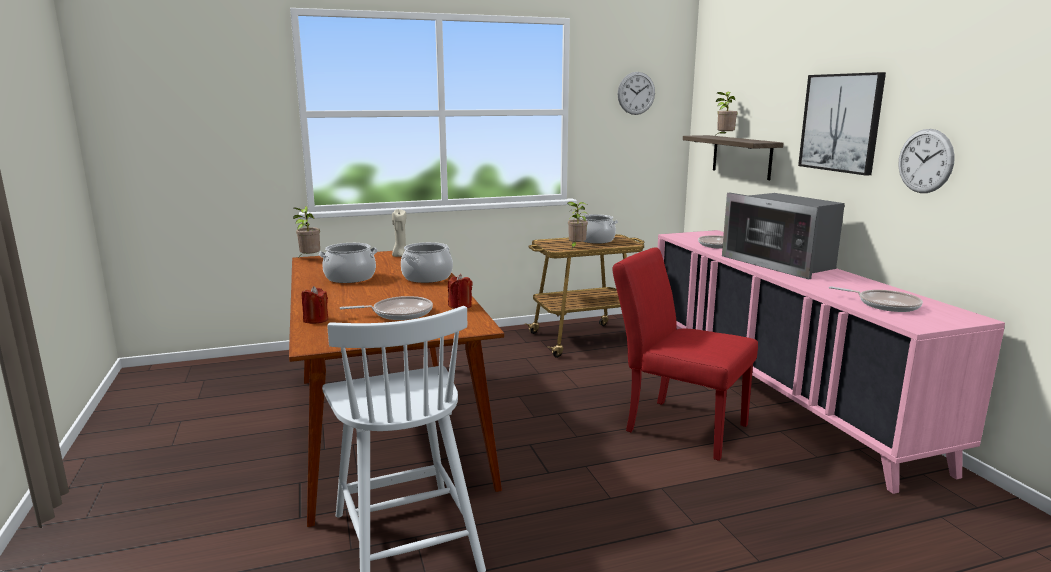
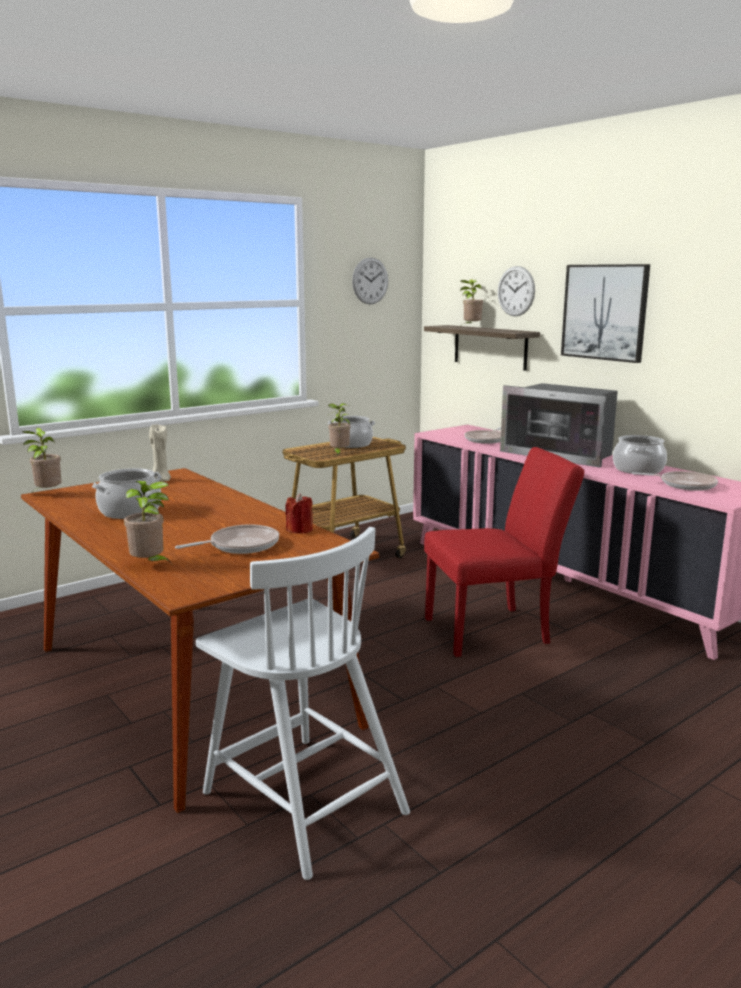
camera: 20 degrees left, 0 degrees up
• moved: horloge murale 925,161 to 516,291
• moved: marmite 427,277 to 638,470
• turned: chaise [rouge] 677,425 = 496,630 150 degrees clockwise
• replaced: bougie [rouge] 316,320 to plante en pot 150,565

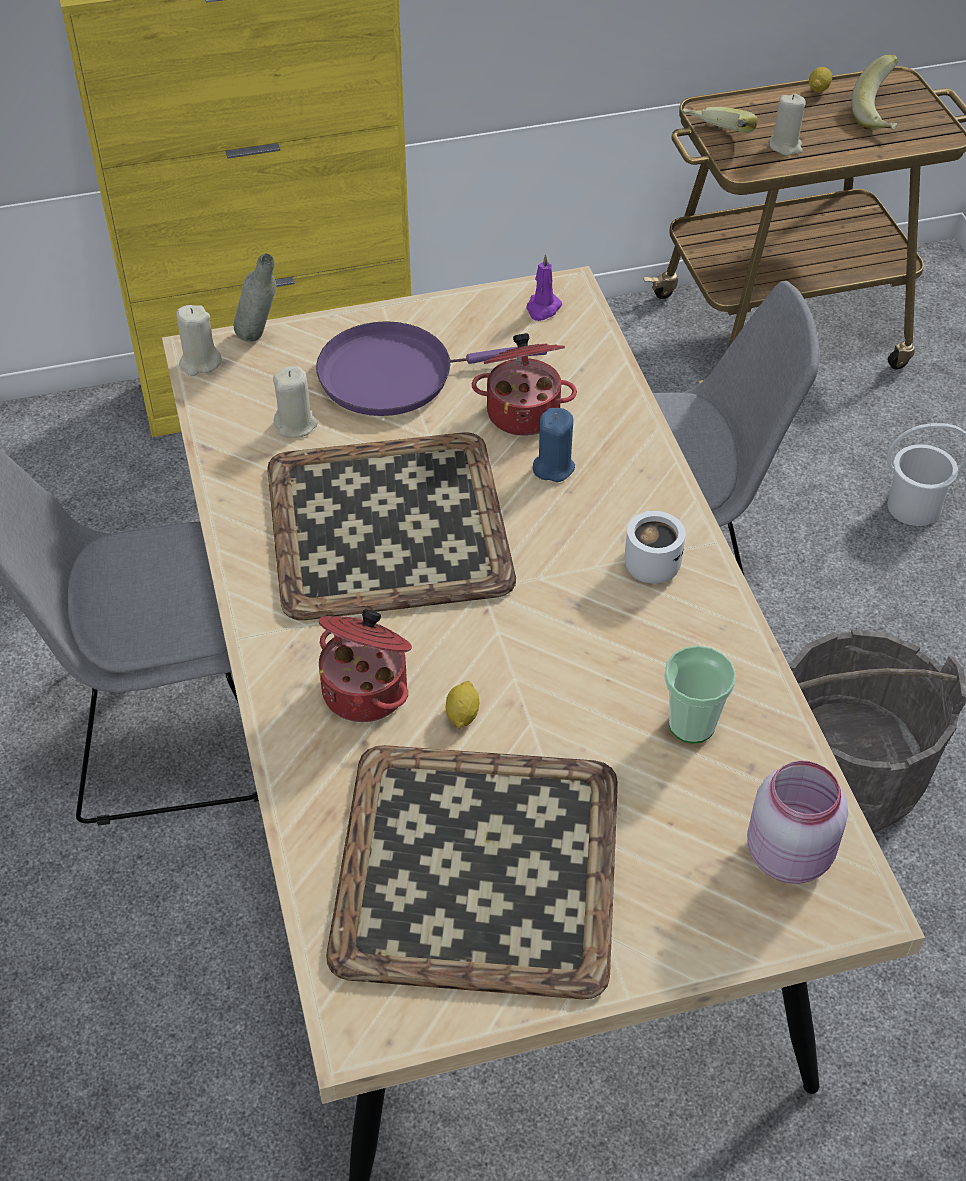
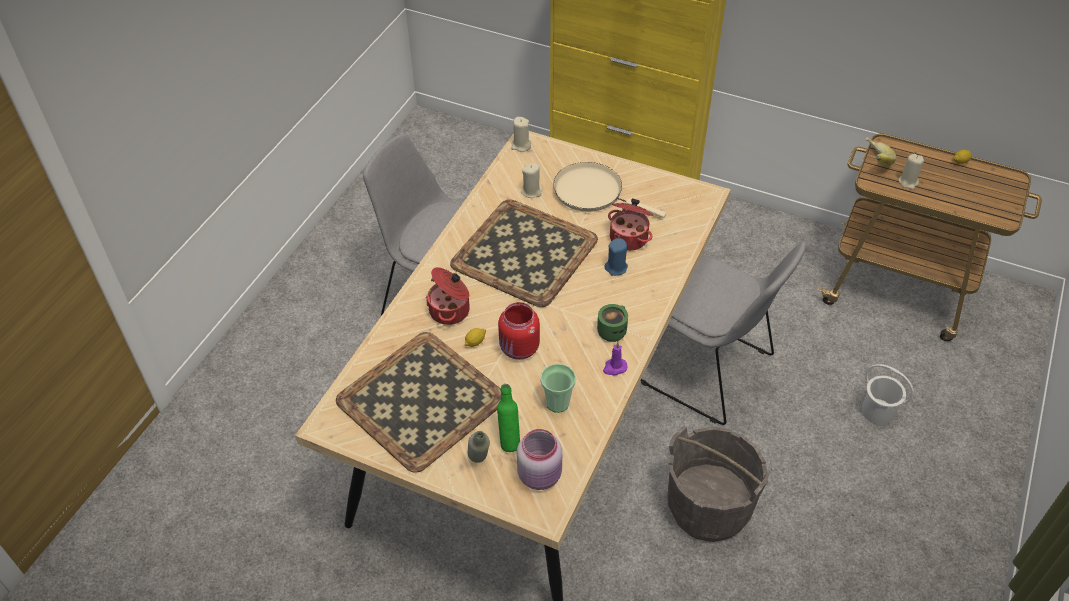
camera: 40 degrees right, 0 degrees up
• removed: banane 880,115
• moved: bouteille [gris] 260,340 to 480,464
• moved: bougie [violet] 542,309 to 614,368
• recoloured: poêle [violet] 395,375 to poêle [beige] 592,192
• recoloured: mug [blanc] 648,563 to mug [vert] 612,330
• added: bocal [rouge] 519,349
• added: bouteille [vert] 509,440

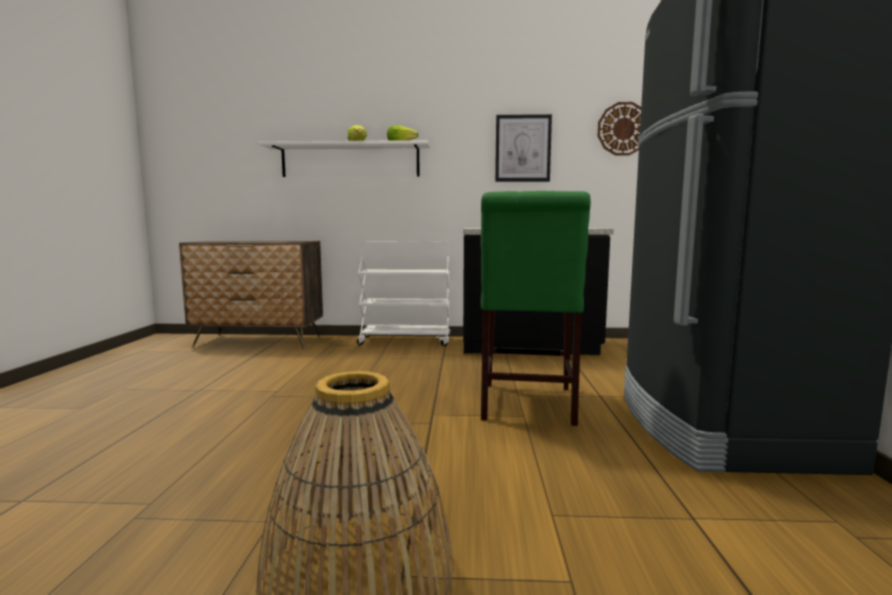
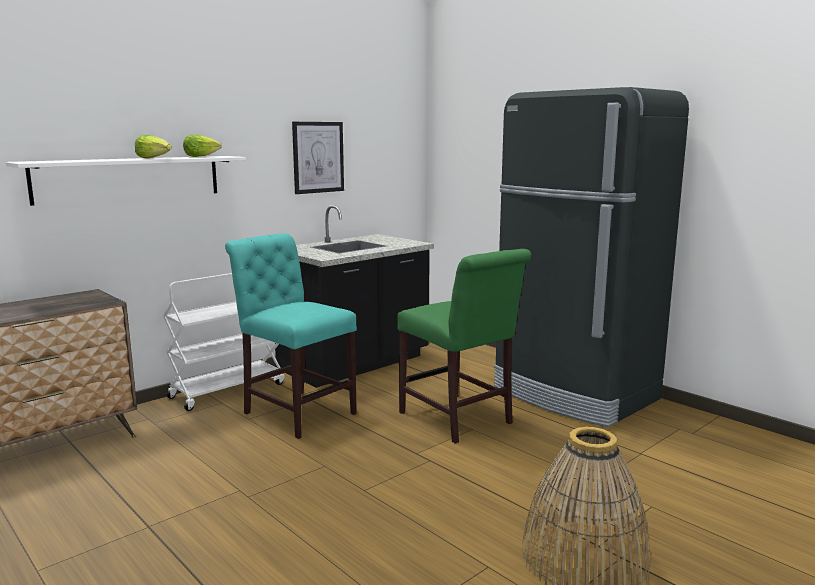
camera: 45 degrees left, 5 degrees up
• removed: horloge murale 623,129
• added: chaise [turquoise] 296,411

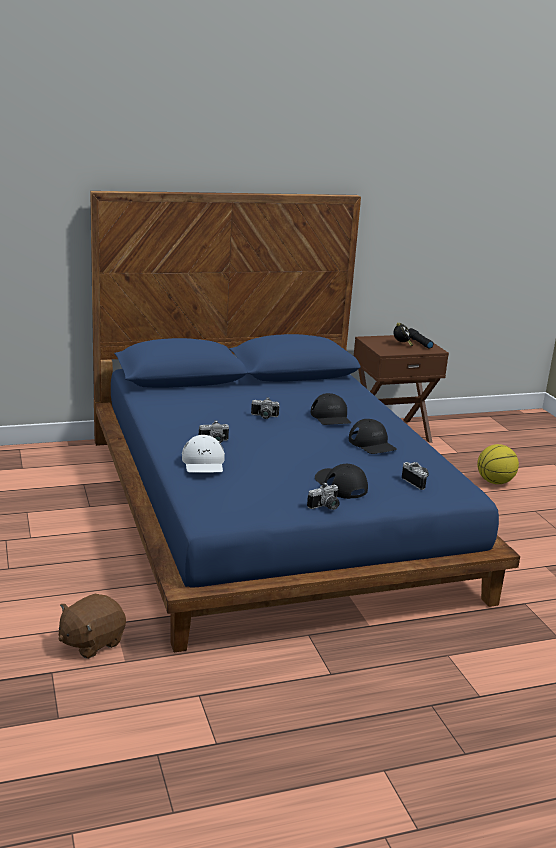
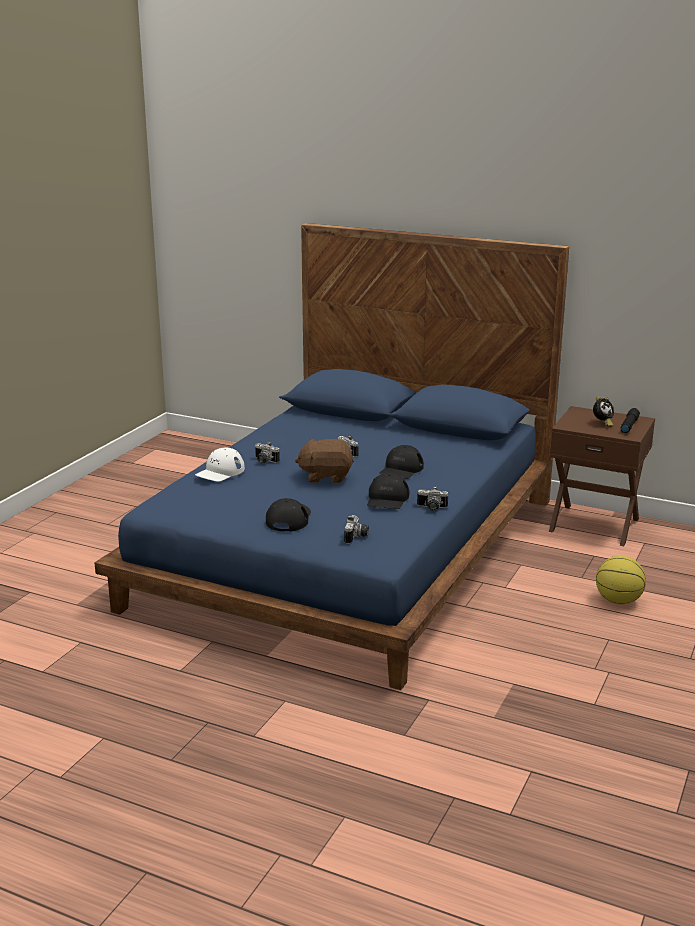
camera: 45 degrees right, 0 degrees up
• moved: appareil photo 326,507 to 431,508
• moved: peluche [marron] 91,642 to 326,476

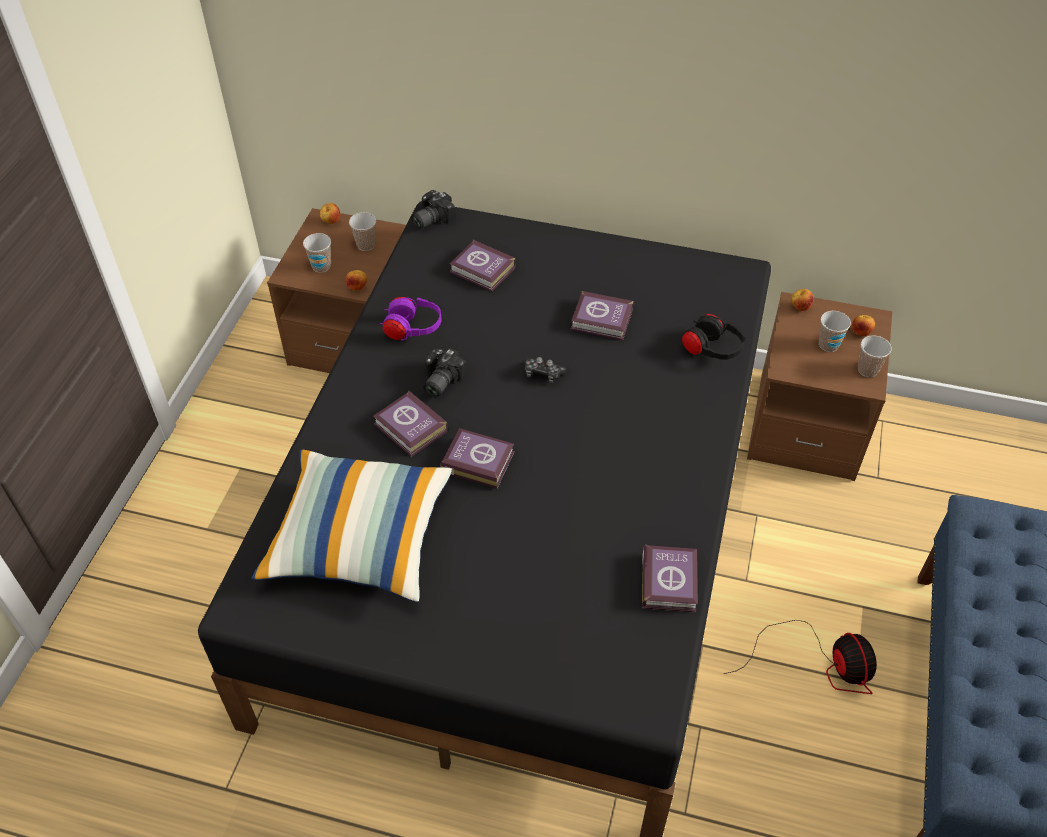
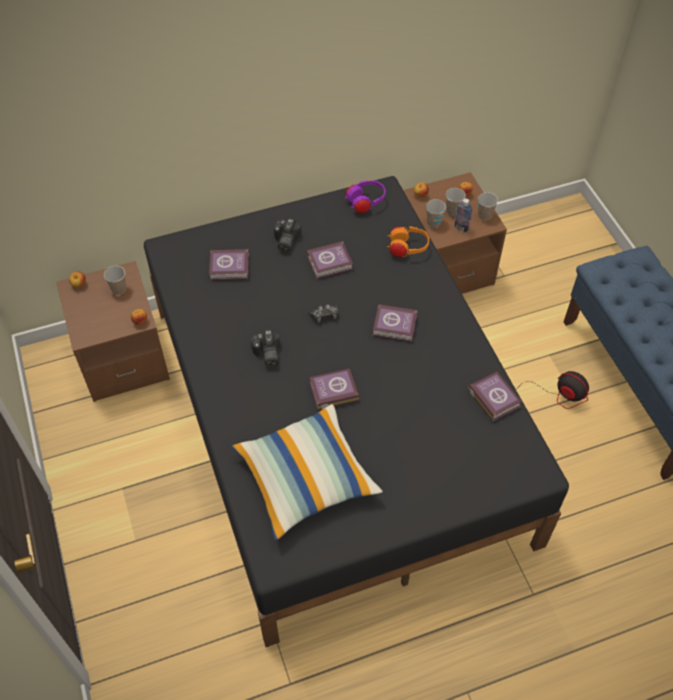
camera: 35 degrees left, 5 degrees up
• moved: appareil photo 430,219 to 284,241
• moved: tasse 321,266 to 434,222
• moved: casque audio [violet] 412,330 to 365,203
• recoloured: casque audio [noir] 711,350 to casque audio [orange] 407,249
• moved: livre 411,429 to 395,326
• added: bouteille 461,228

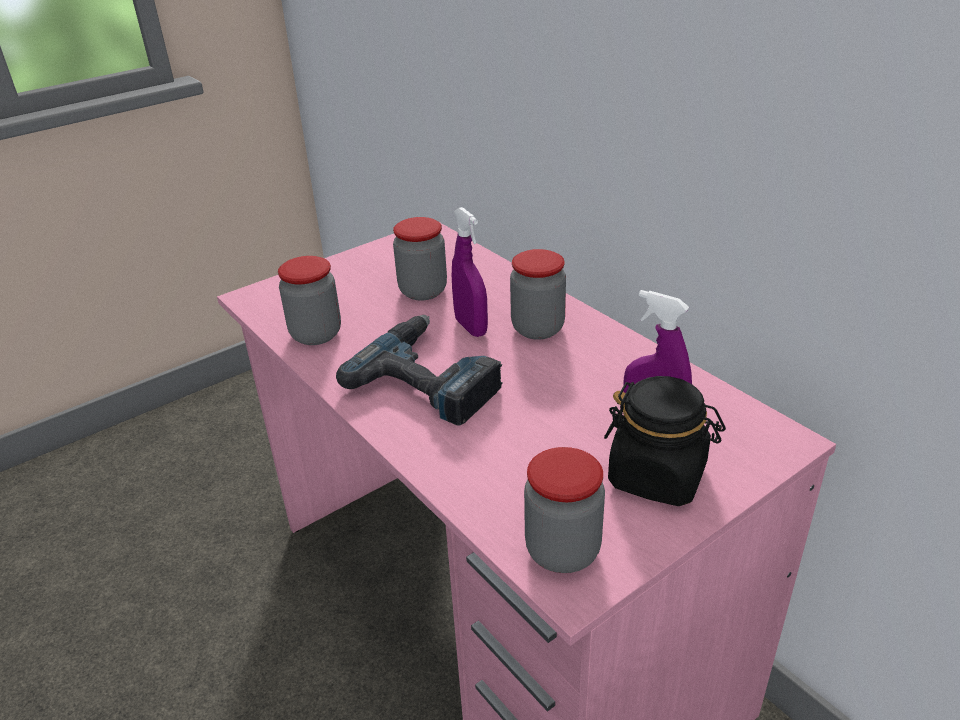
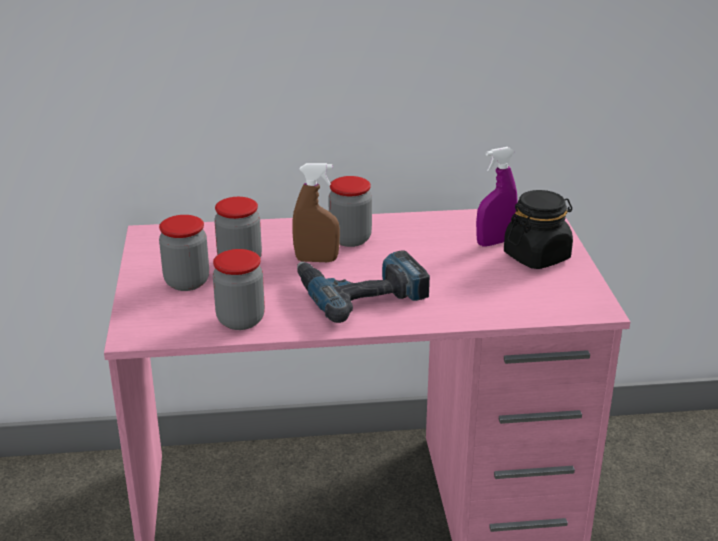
camera: 60 degrees left, 5 degrees down
• recoloured: vaporisateur [violet] 471,327 to vaporisateur [marron] 316,260
• moved: bocal 562,551 to 187,282

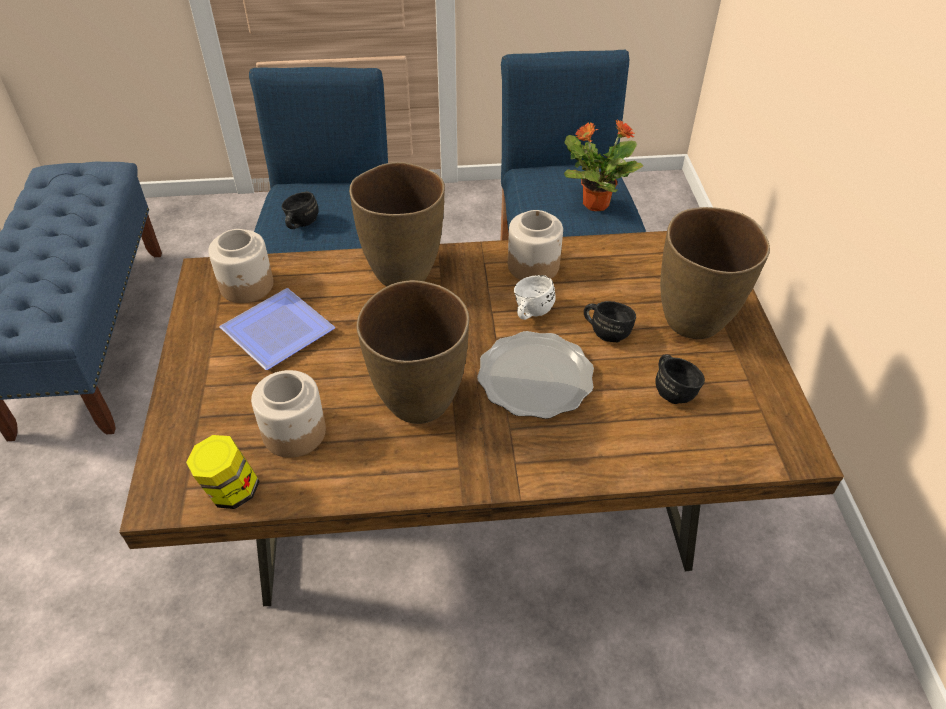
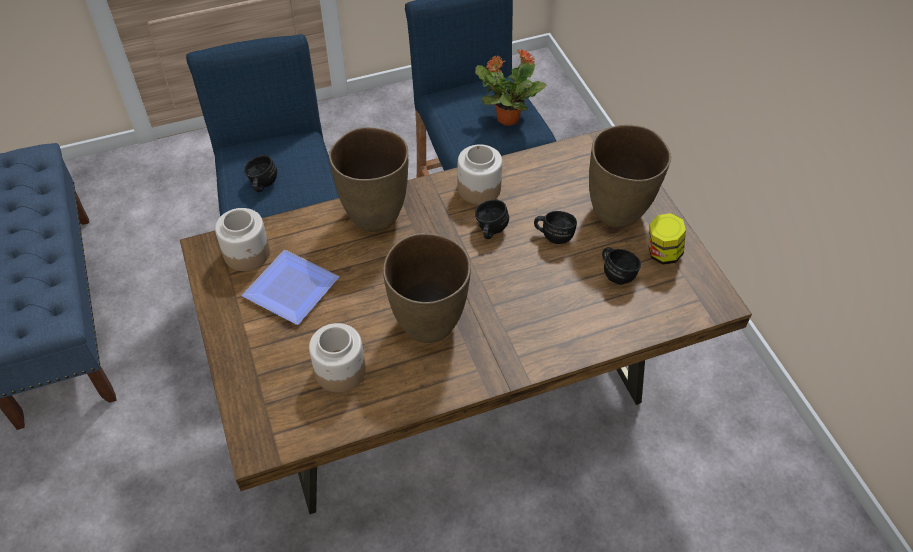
camera: 15 degrees left, 5 degrees up
• recoloured: mug [blanc] 529,312 to mug [noir] 489,230
• removed: assiette 536,378
• moved: bocal 231,491 to 662,254

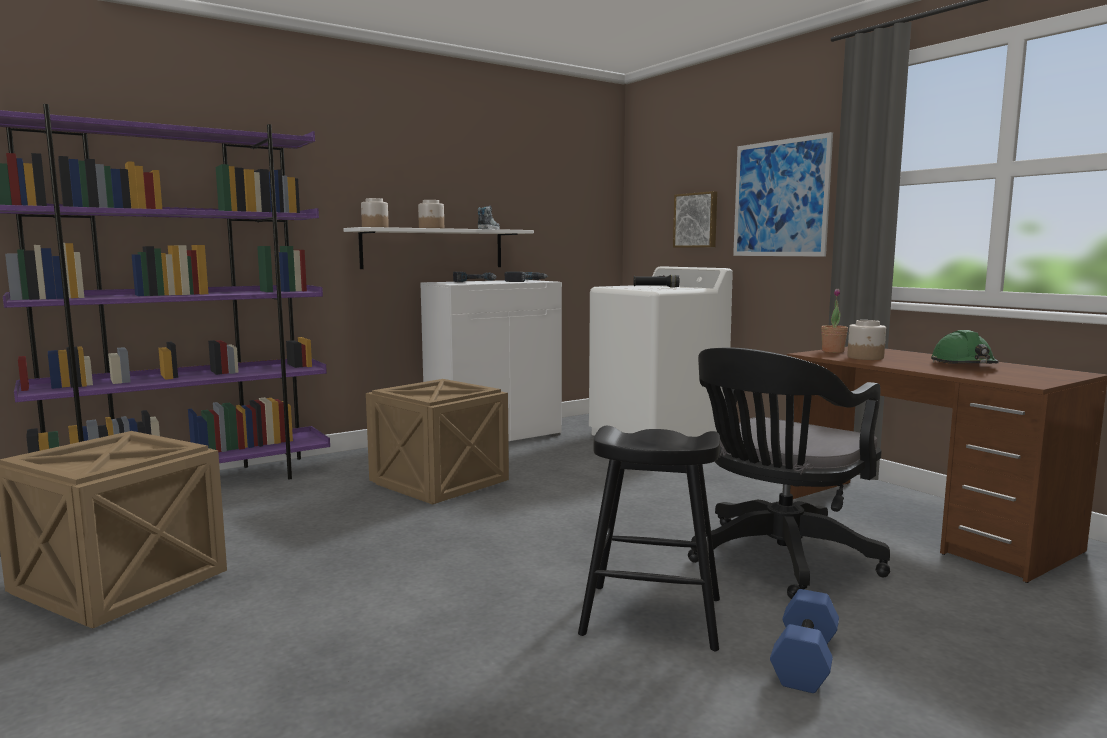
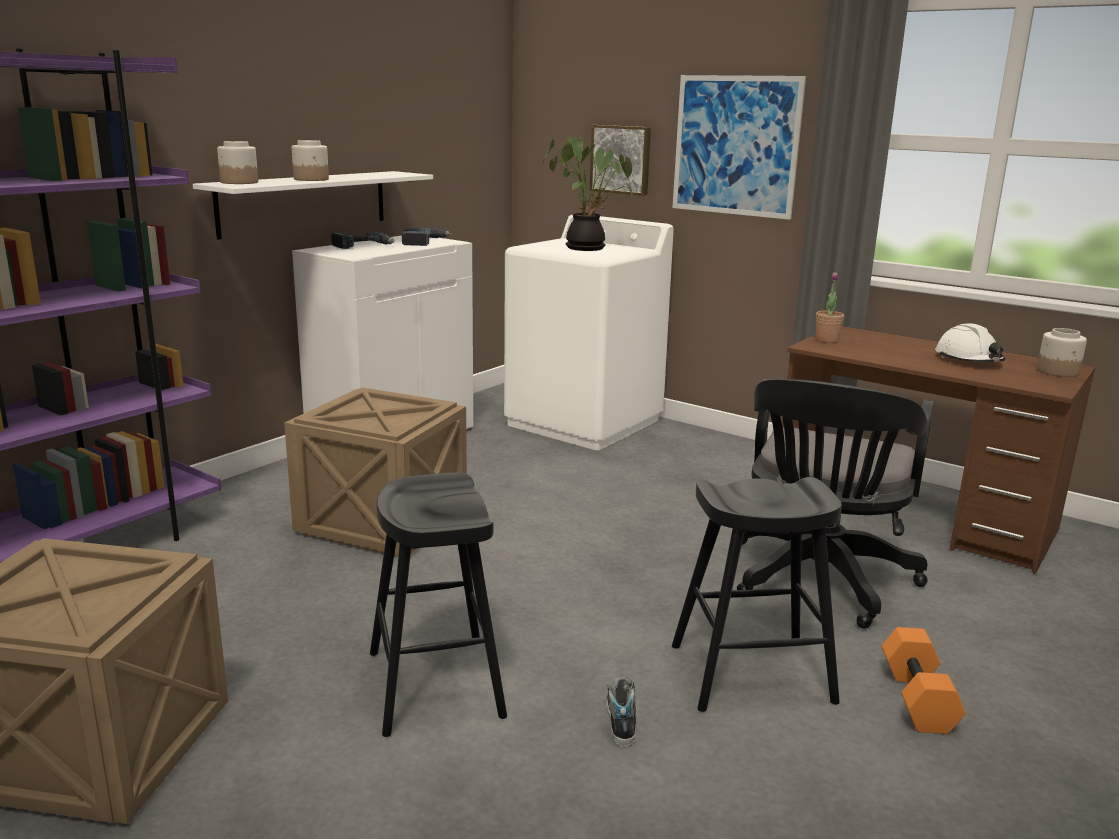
camera: 20 degrees left, 10 degrees up
• moved: chaussure 488,229 to 620,720
• replaced: lampe de poche [noir] 656,287 to plante en pot 587,248
• moved: bocal 865,357 to 1058,371
• recoloured: casque de chantier [vert] 963,365 to casque de chantier [blanc] 968,360
• recoloured: haltère [bleu] 806,661 to haltère [orange] 919,699
• added: tabouret [noir] 435,684

